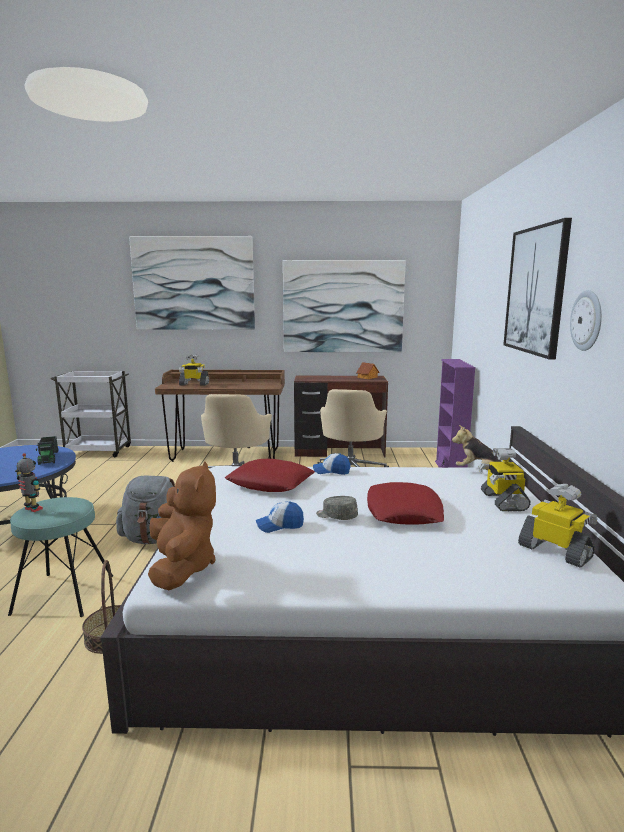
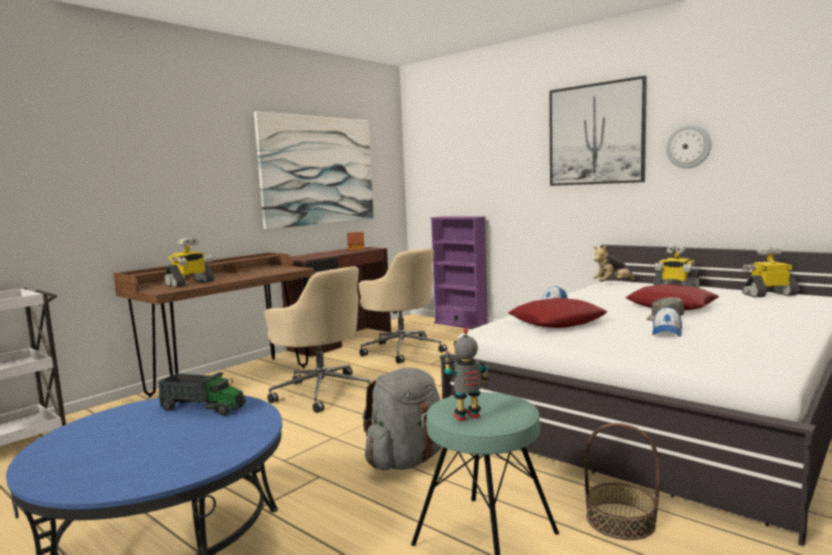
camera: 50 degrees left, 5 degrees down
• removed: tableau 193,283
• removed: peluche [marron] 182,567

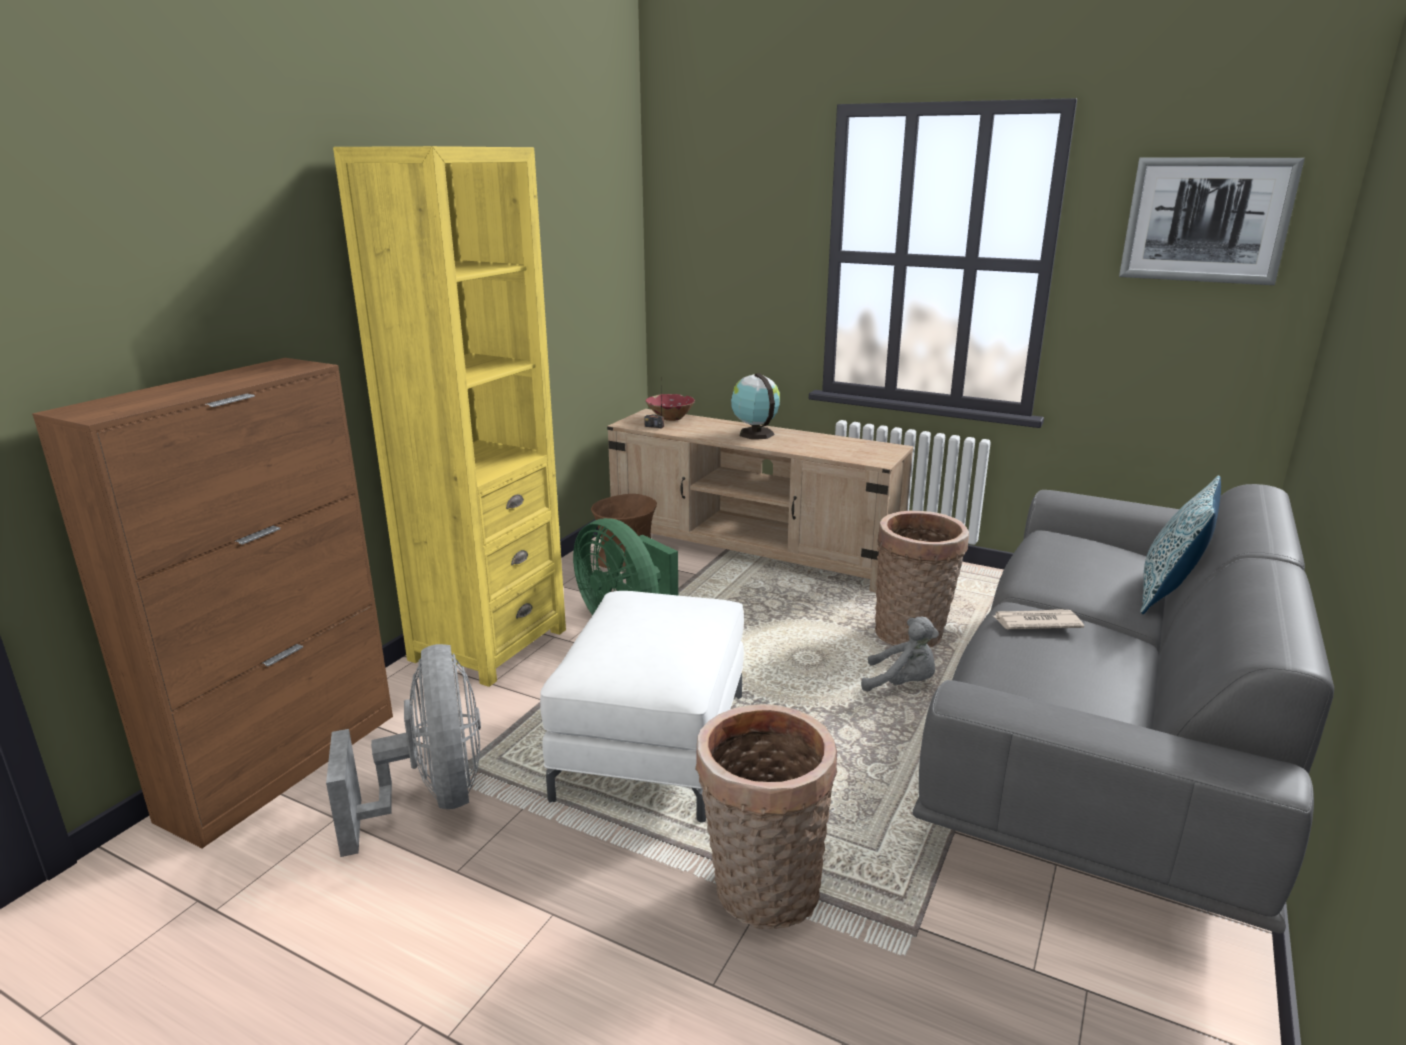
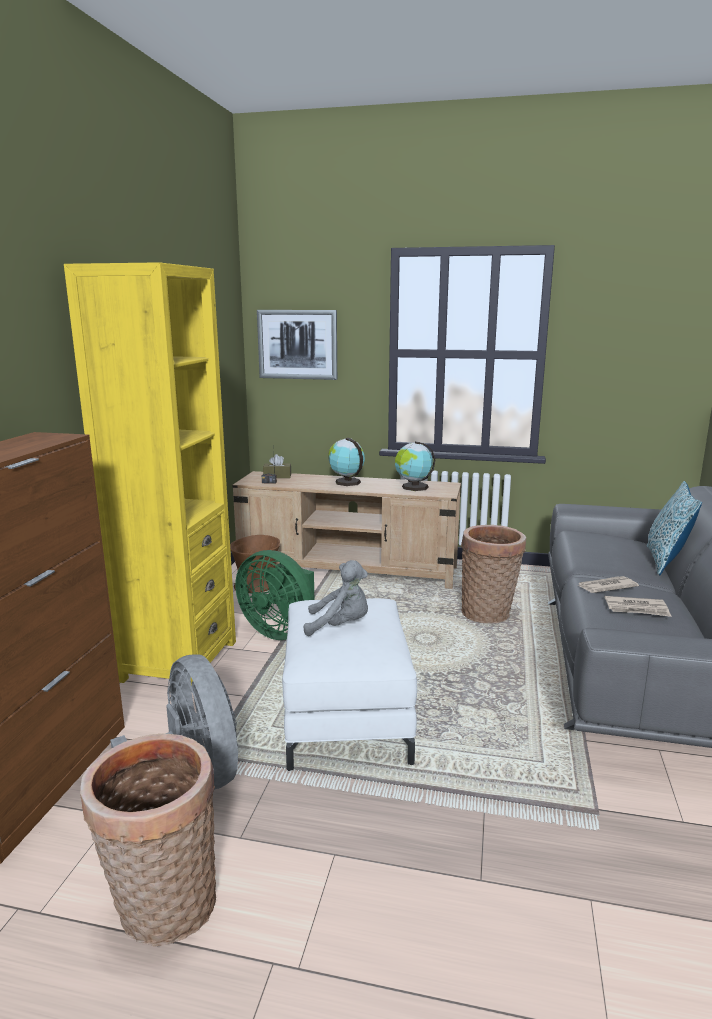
camera: 15 degrees left, 5 degrees down
• moved: tableau 1206,220 to 297,344
• replaced: bol [rouge] 670,418 to boîte à mouchoirs [marron] 277,476
• moved: peluche [gris] 902,684 to 340,626
• moved: panier 761,894 to 163,910
• added: globe 413,487
• added: journal 637,609

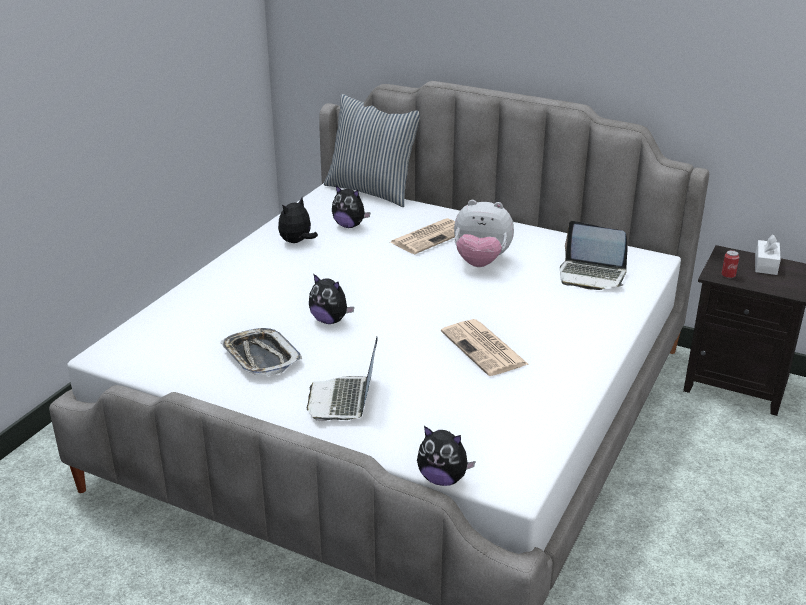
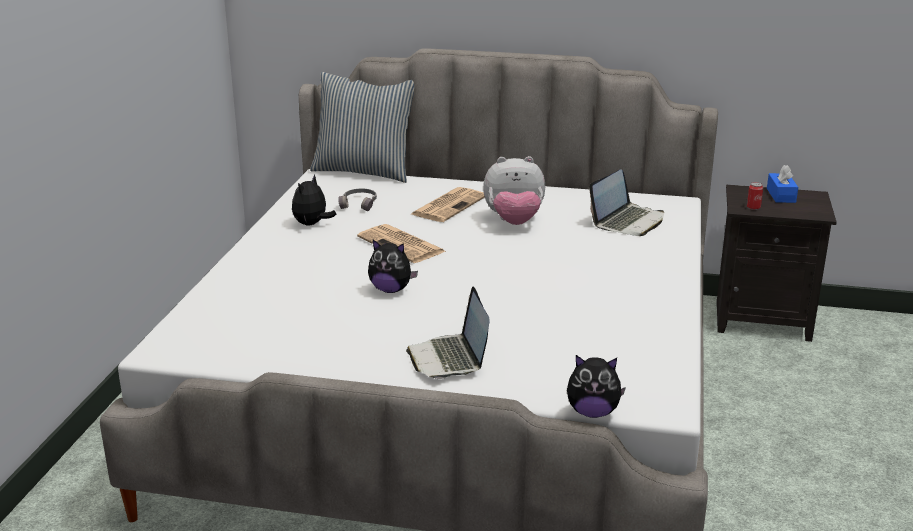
camera: 15 degrees left, 5 degrees down
• replaced: peluche 349,225 to casque audio [gris] 359,204
• turned: ordinateur portable 591,275 = 628,221 60 degrees counterclockwise
• recoloured: boîte à mouchoirs [blanc] 766,264 to boîte à mouchoirs [bleu] 781,195
• moved: journal 485,349 to 402,245
• removed: plateau 260,357

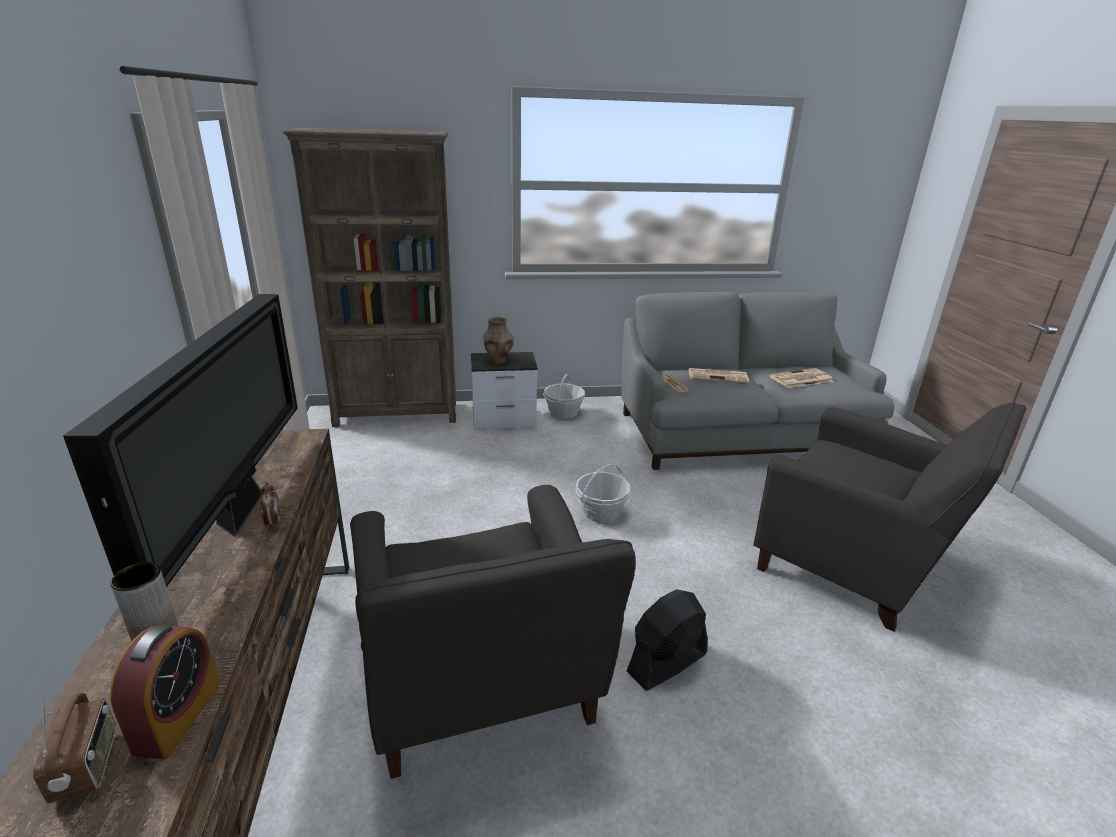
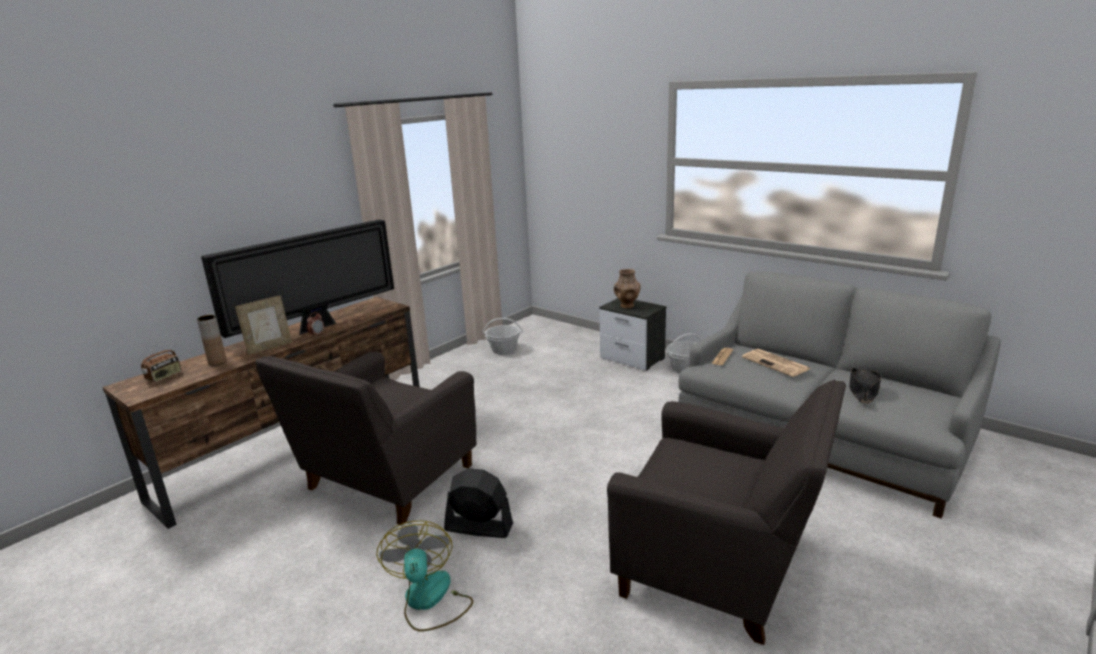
camera: 50 degrees right, 5 degrees down
• removed: bibliothèque [marron] 397,414
• replaced: journal 800,379 to chapeau [noir] 863,391
• turned: fauteuil [gris] 858,565 = 722,568 60 degrees counterclockwise
• moved: panier 601,512 to 503,349
• removed: réveil 177,717
• added: cadre photo 269,347
• added: ventilateur 429,600

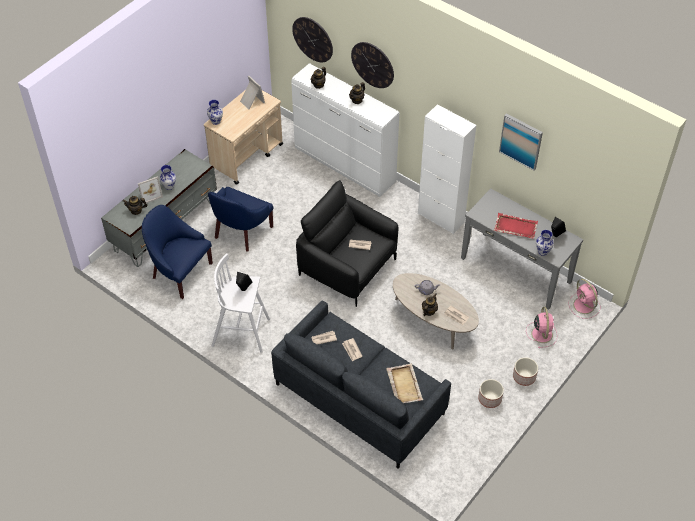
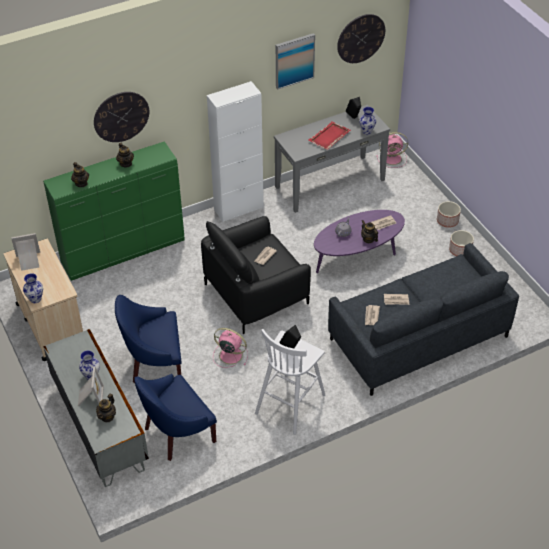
camera: 65 degrees left, 5 degrees down
• moved: horloge murale 313,39 to 361,38
• recoloured: commode [blanc] 344,166 to commode [vert] 124,252
• turned: fauteuil [bleu] 240,231 = 154,362 120 degrees clockwise
• recoloured: table basse [beige] 433,322 to table basse [violet] 358,257
• moved: ventilateur [rose] 541,333 to 229,355
• removed: plateau [beige] 404,384

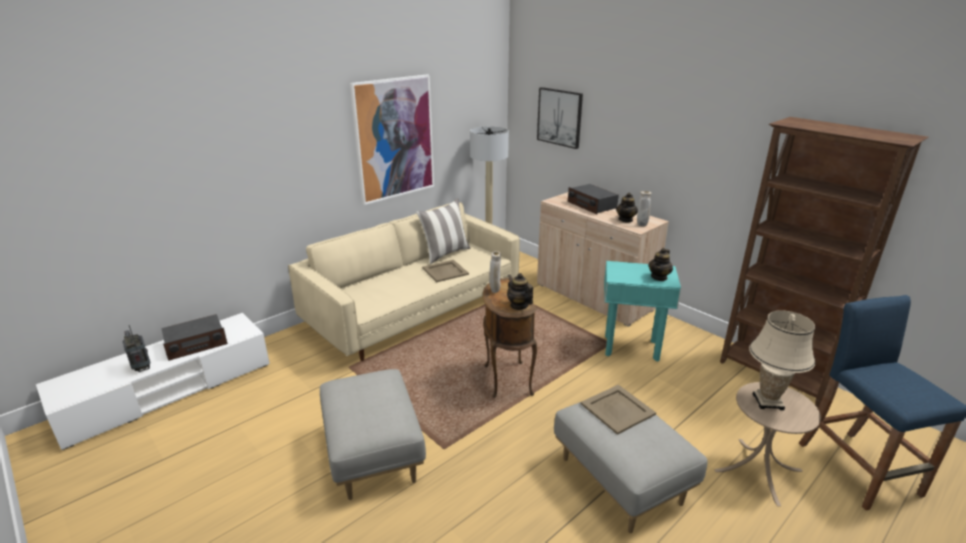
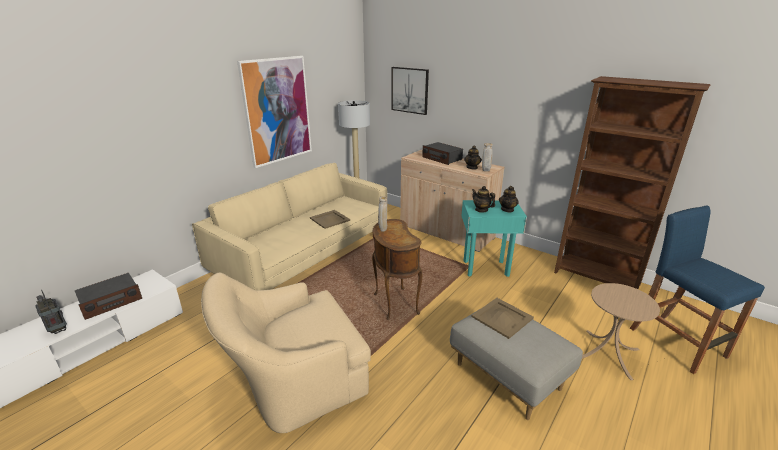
camera: 10 degrees left, 0 degrees up
• removed: coussin 445,253
• moved: théière 519,305 to 481,210
• removed: lampe de table [beige] 768,402
• replaced: pouf [gris] 372,455 to fauteuil [beige] 293,382

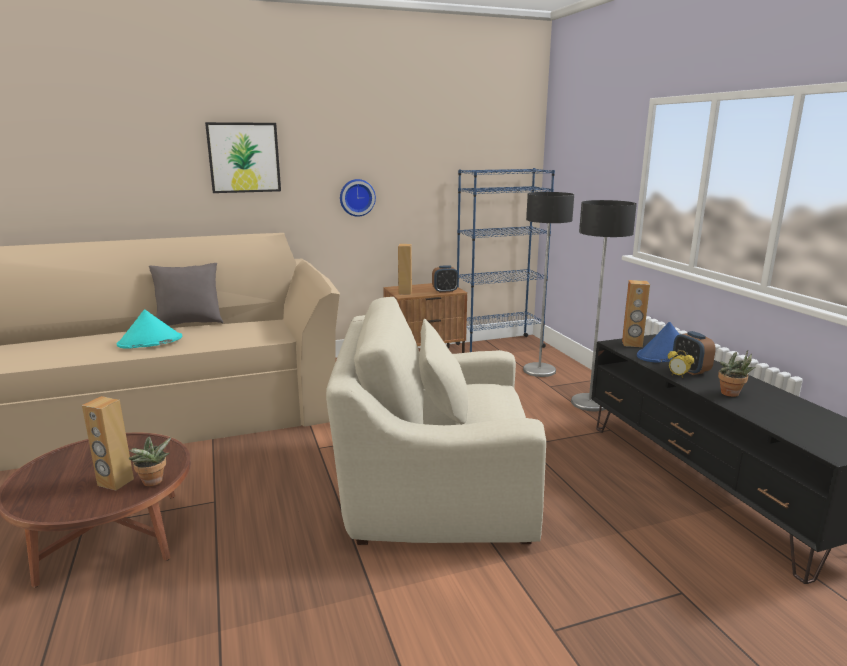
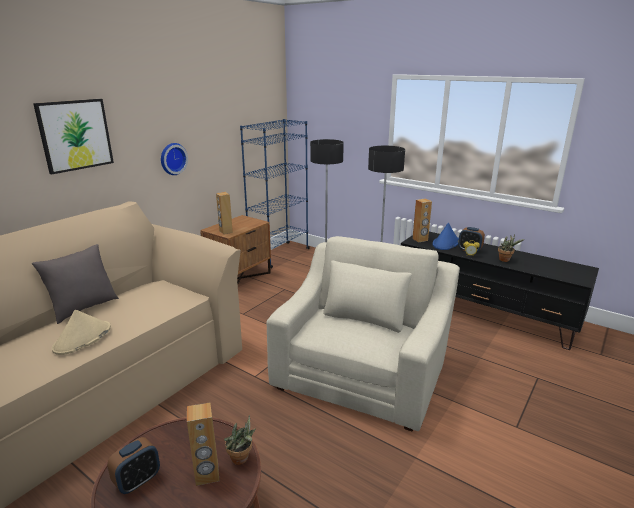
camera: 35 degrees left, 5 degrees up
• moved: réveil 445,291 to 138,481
• turned: fauteuil [beige] 433,486 = 362,371 150 degrees clockwise
• recoloured: chapeau [turquoise] 150,341 to chapeau [beige] 82,338

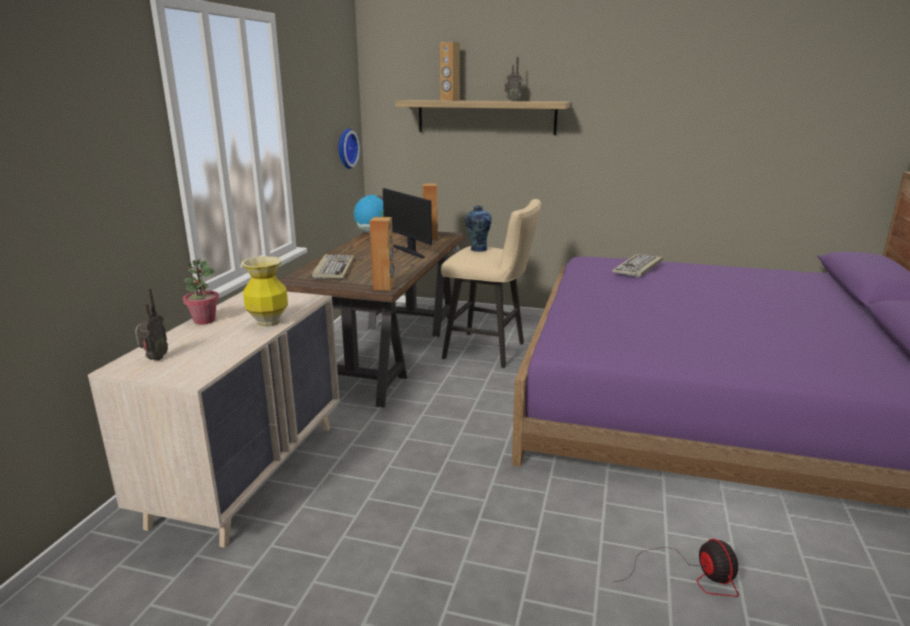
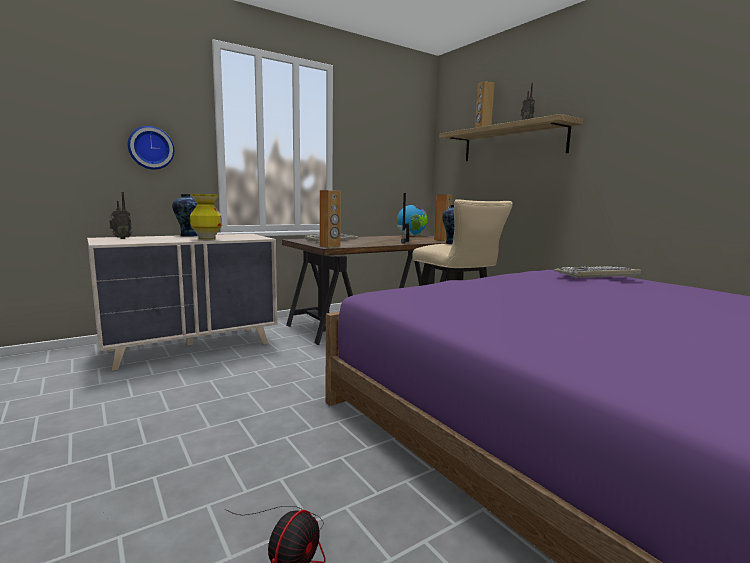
camera: 40 degrees right, 10 degrees down
• moved: horloge murale 345,148 to 151,148
• replaced: plante en pot 204,320 to vase 188,235

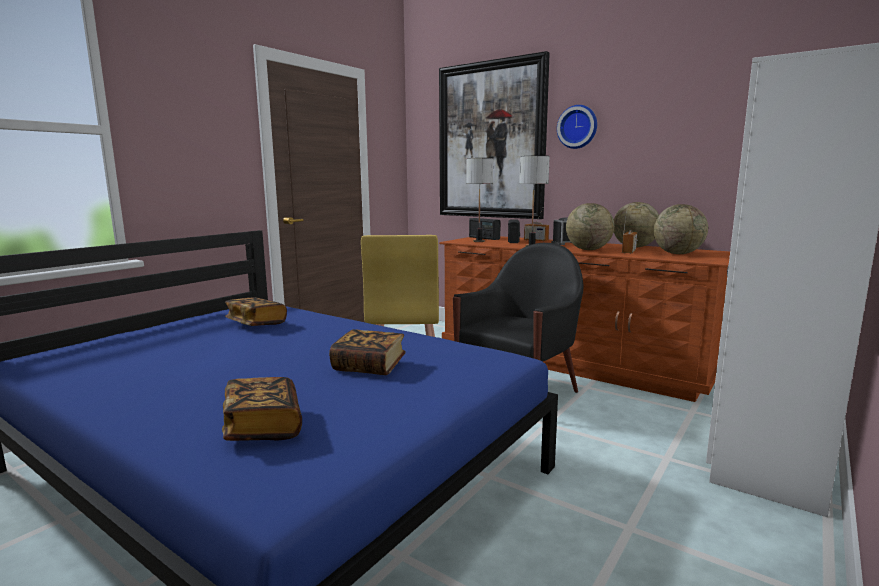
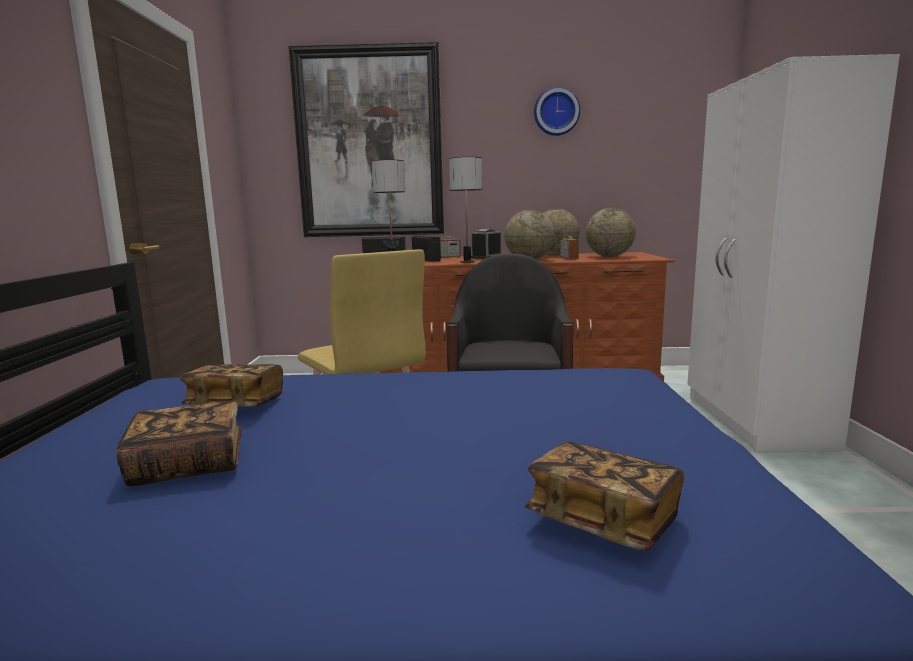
camera: 35 degrees left, 0 degrees up
• moved: horloge murale 578,127 to 556,112
• moved: livre 369,366 to 188,465

